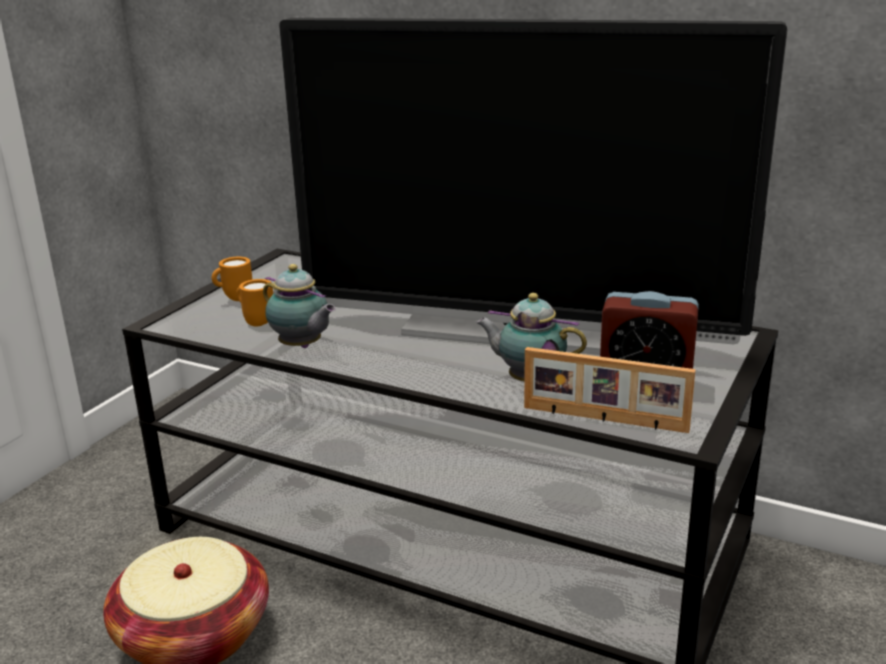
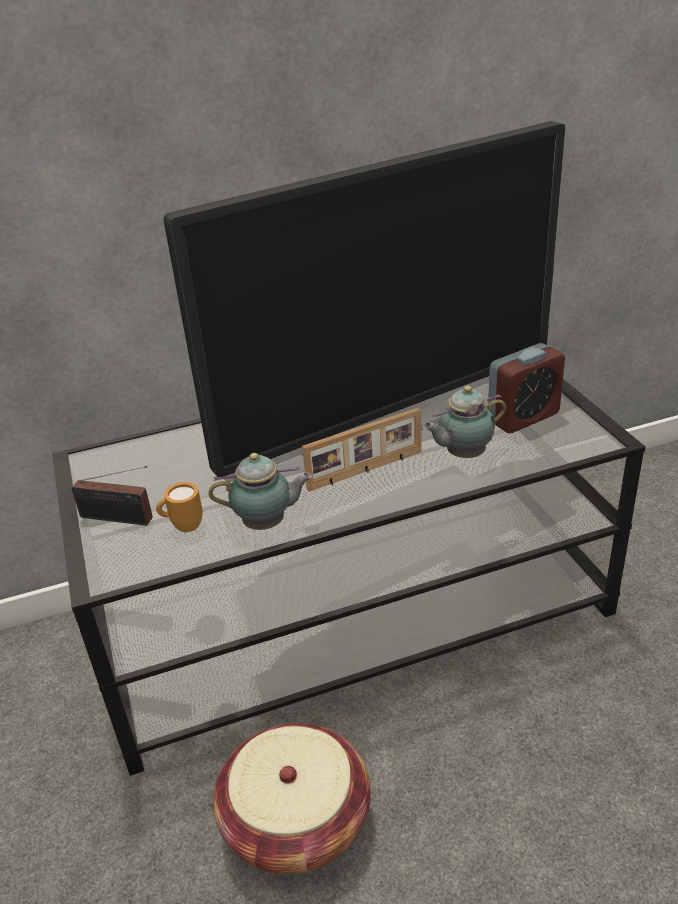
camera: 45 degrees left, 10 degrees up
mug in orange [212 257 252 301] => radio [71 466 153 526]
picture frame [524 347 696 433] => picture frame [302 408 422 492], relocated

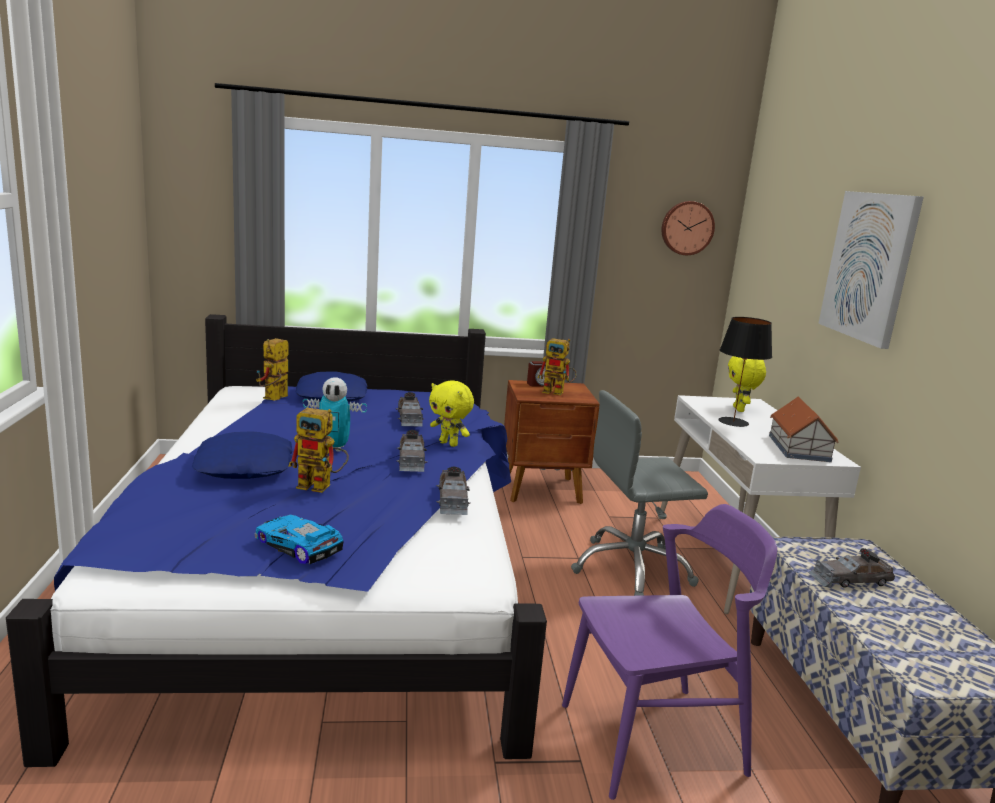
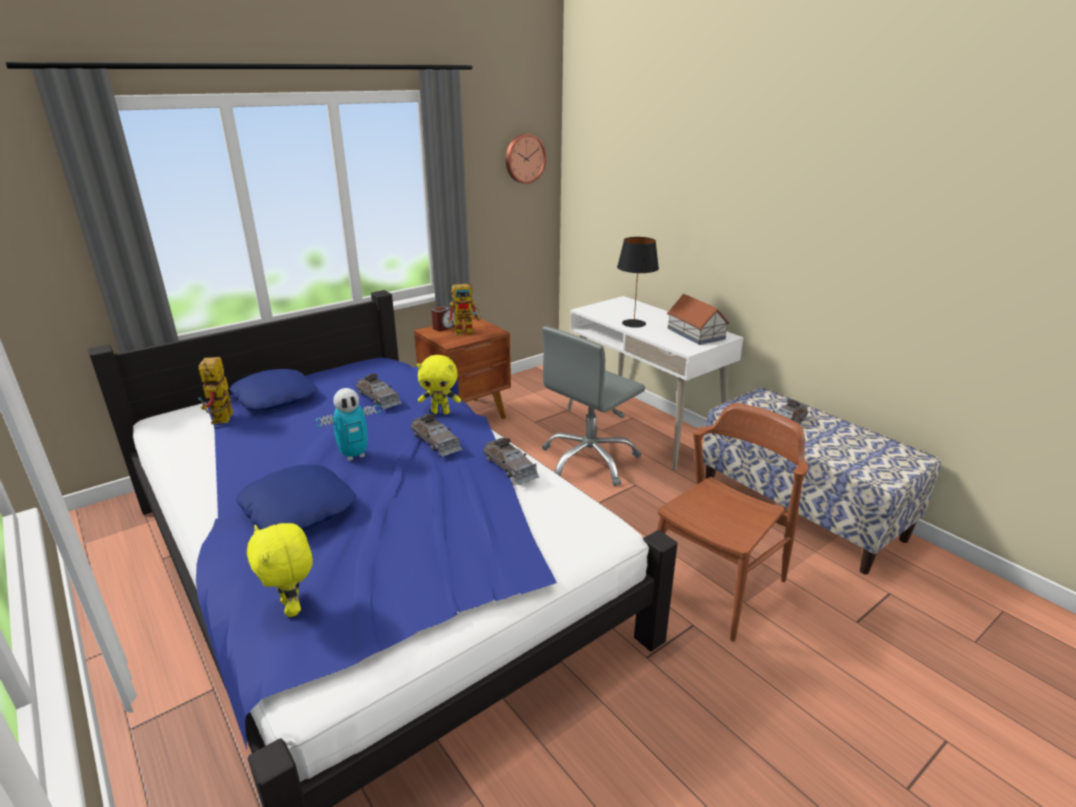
camera: 30 degrees left, 10 degrees up
plush toy in yellow [728 356 766 412] => plush toy in yellow [247 523 313 617], relocated
chair in purple [562 504 777 800] => chair in brown [657 403 808 642]
toy car [254 515 344 564] => nothing
toy robot [289 408 349 493] => nothing
picture [818 191 924 349] => nothing

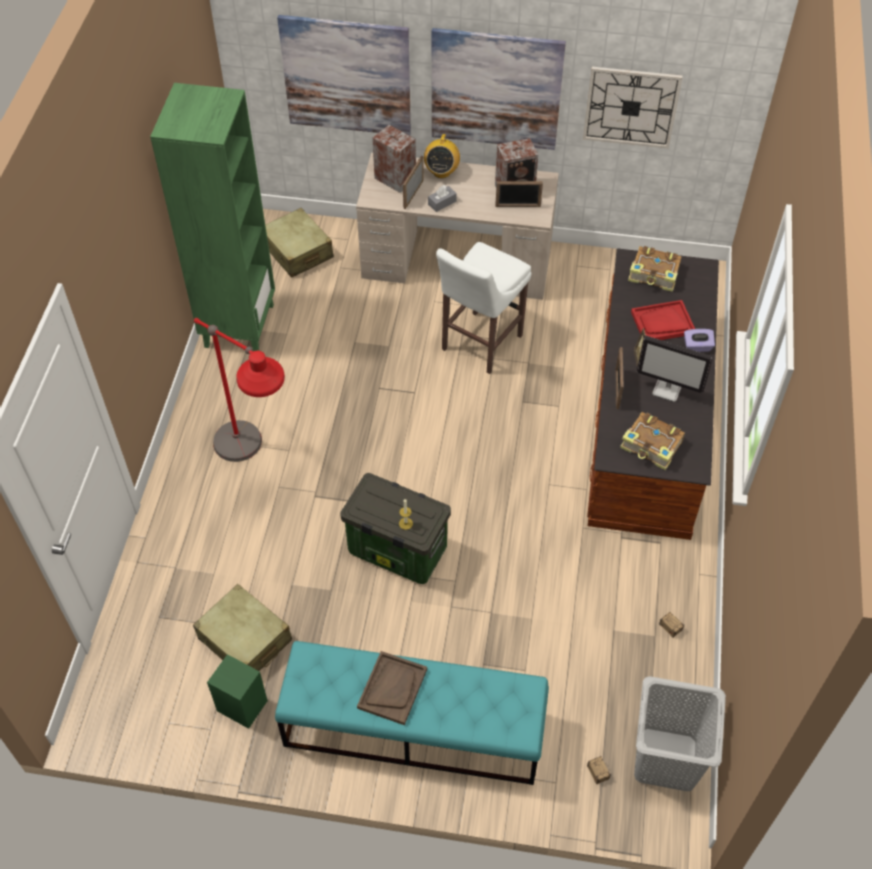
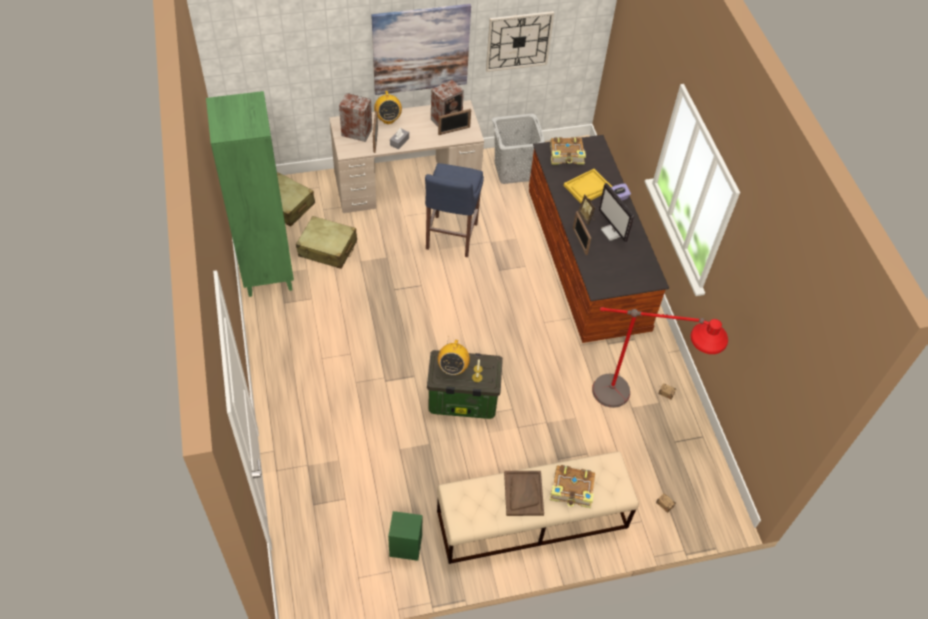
camera: 25 degrees left, 0 degrees up
suitcase in beige [193 584 292 671] => suitcase in beige [296 216 357 269], relocated
stool in white [436 242 532 374] => stool in blue [425 163 484 257]
bench in turquoise [275 641 549 785] => bench in beige [437 451 639 564]
nothing => radio [438 337 470 375]
laundry basket in grey [634 676 726 791] => laundry basket in grey [492 114 545 184], relocated
book [620 412 685 470] => book [550 465 595 508], relocated
tray in red [631 300 695 340] => tray in yellow [564 169 612 203]
floor lamp in red [194 318 285 462] => floor lamp in red [592 307 728 408], relocated
monitor [637 336 713 402] => monitor [599 183 635 242], 60 degrees clockwise
picture [277 15 411 135] => nothing

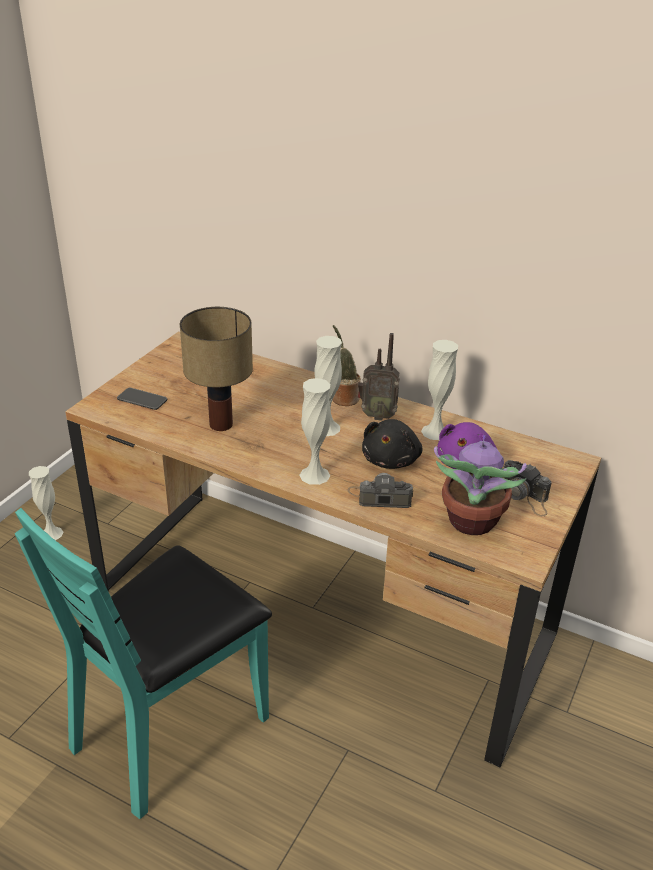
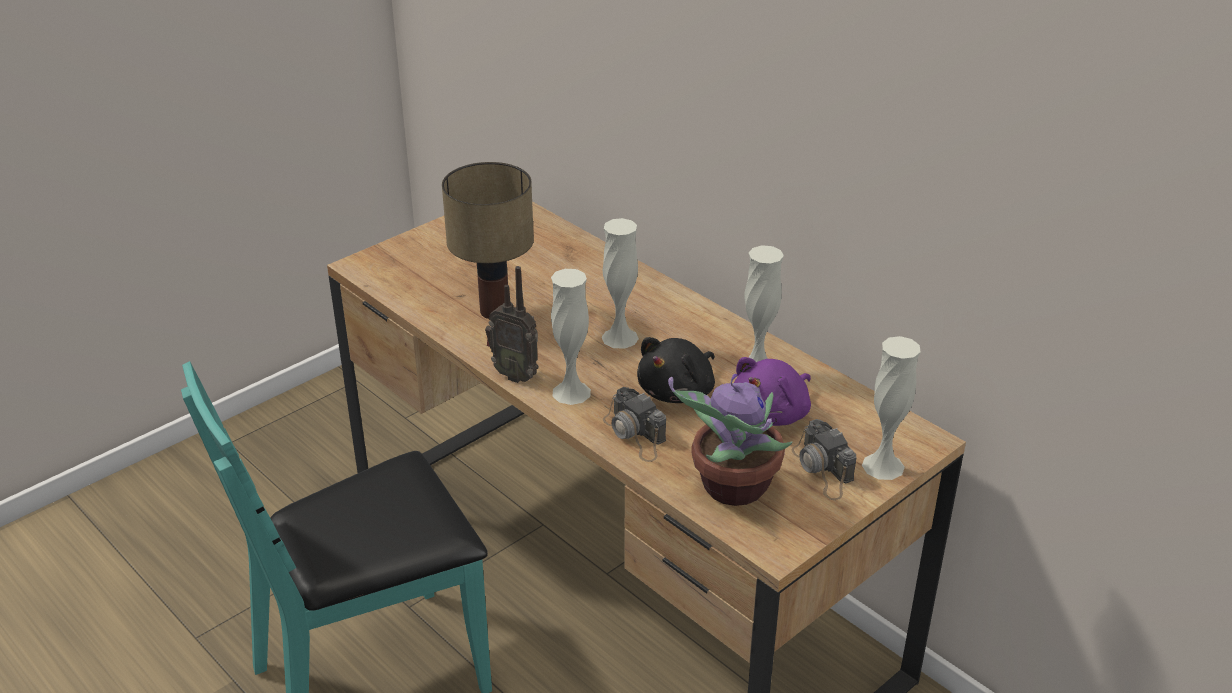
camera: 20 degrees right, 0 degrees up
radio [358 333 400 421] => radio [485 266 539 383], relocated
photo camera [347 473 413 508] => photo camera [603 387 666 462], 150 degrees counterclockwise
vase in white [29 466 63 540] => vase in white [862 336 921 480], relocated
phone [117 388 167 410] => nothing
potted plant [333 325 361 406] => nothing

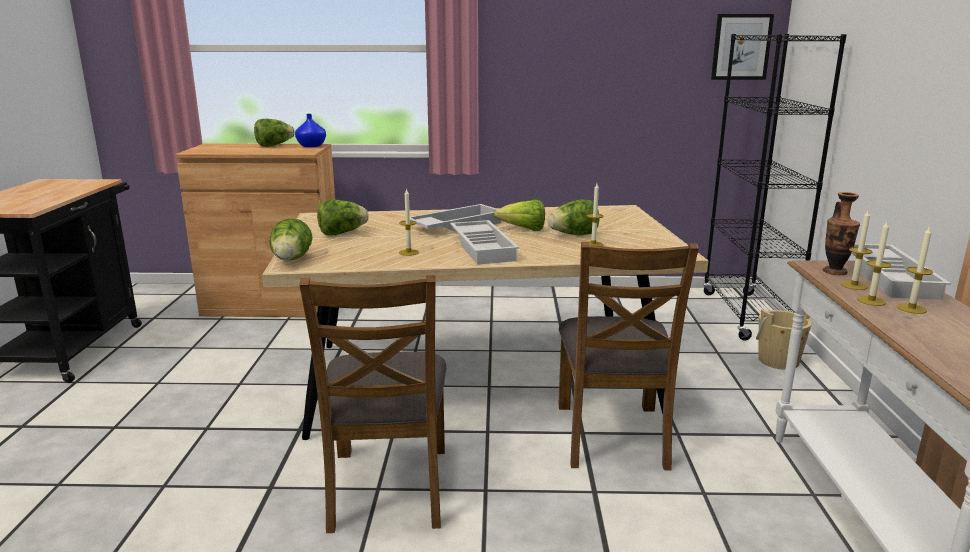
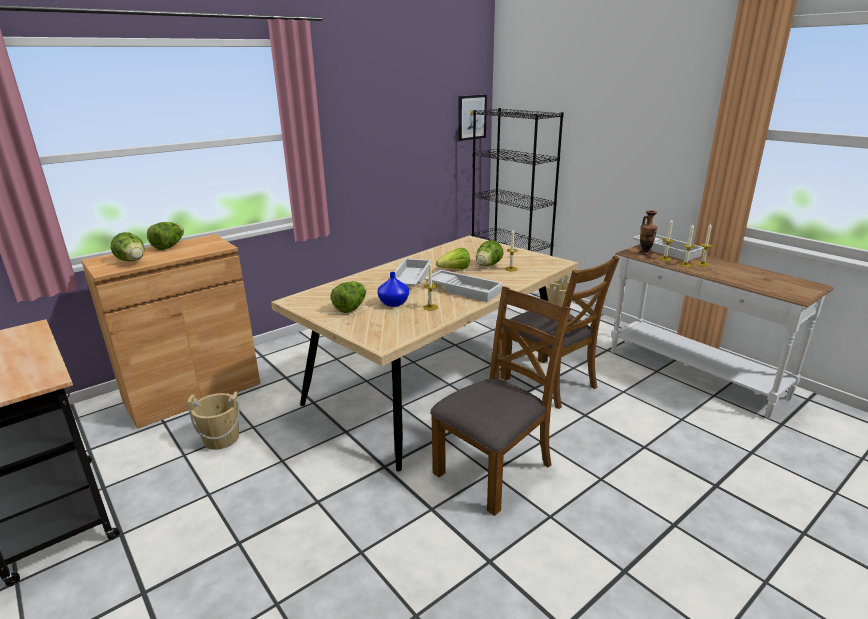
camera: 40 degrees left, 5 degrees up
lettuce [270 218 313 261] => lettuce [111 232 145 261], relocated
nothing => bucket in beige [188 391 240 450]
vase in blue [295 114 326 147] => vase in blue [377 272 409 307], relocated
chair in brown [299 275 447 533] => chair in brown [430 286 571 516], 90 degrees counterclockwise

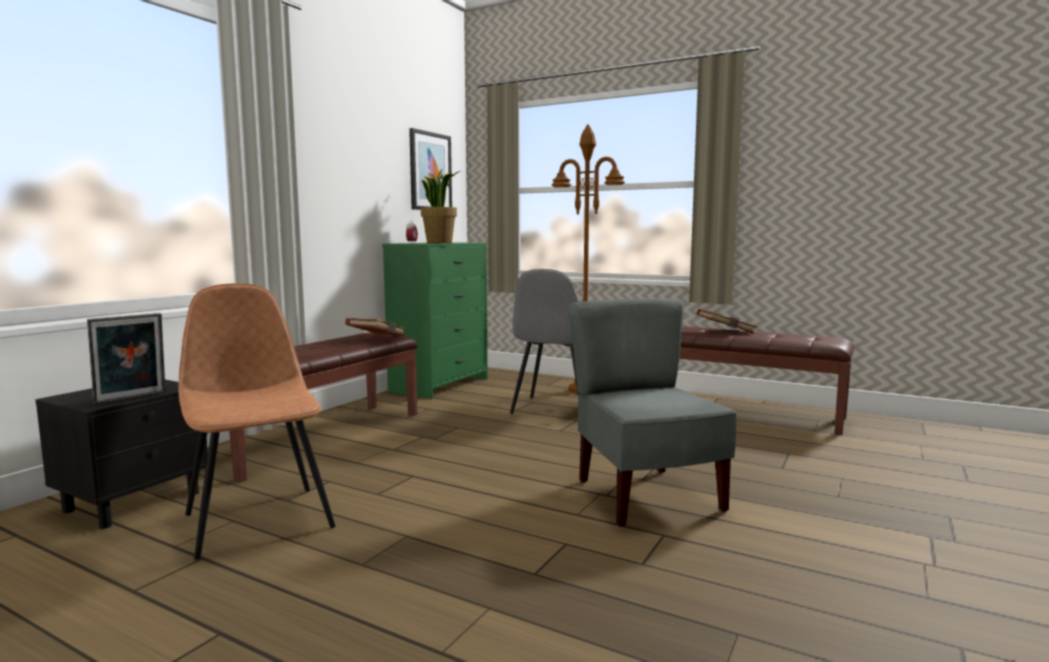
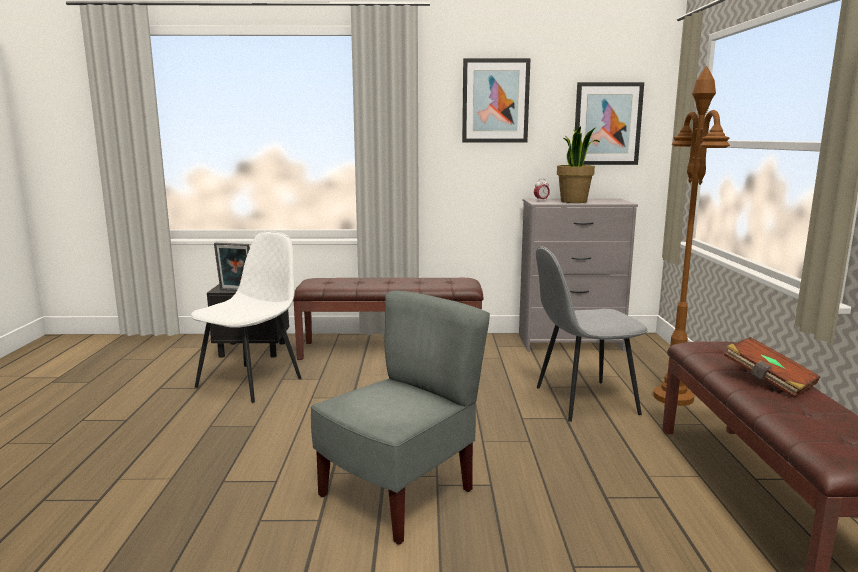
camera: 60 degrees right, 5 degrees up
chair in brown [178 283 335 560] => chair in white [191 231 301 403]
nothing => picture [462 58 531 142]
dresser in green [382 242 488 399] => dresser in grey [519 199 638 352]
book in brown [345 318 405 336] => nothing

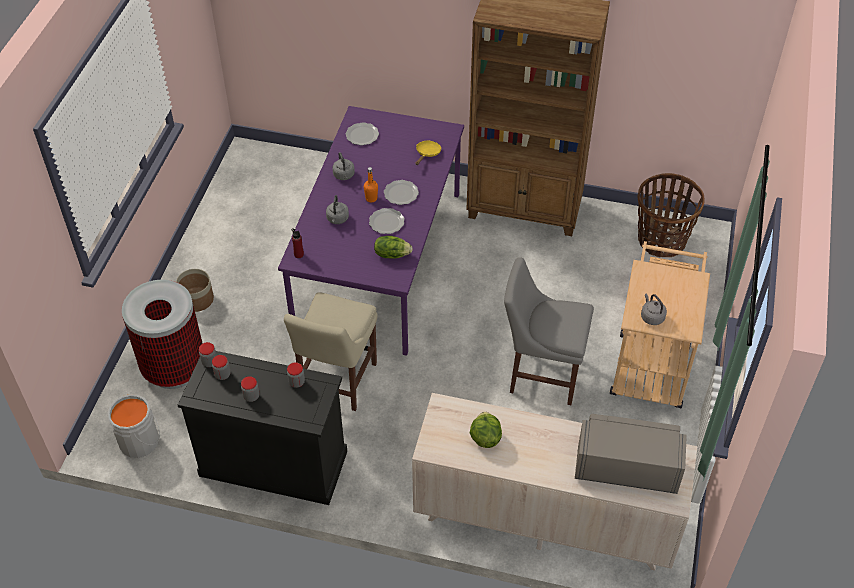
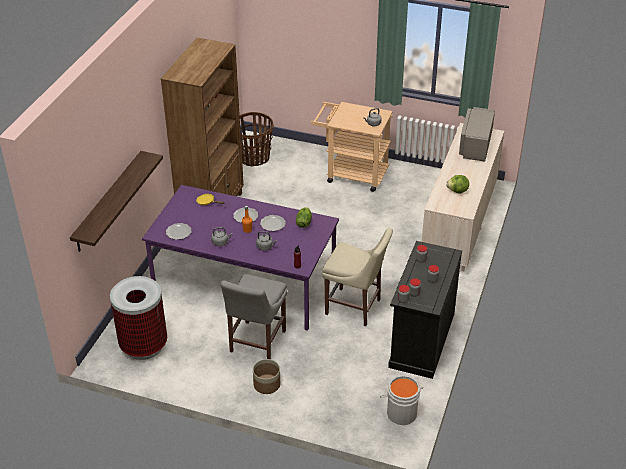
camera: 85 degrees left, 10 degrees down
nothing => shelf [70 151 163 252]
trash can [122 280 203 389] => trash can [110 276 167 360], relocated
chair in grey [504 257 594 405] => chair in grey [221 274 287 359], relocated

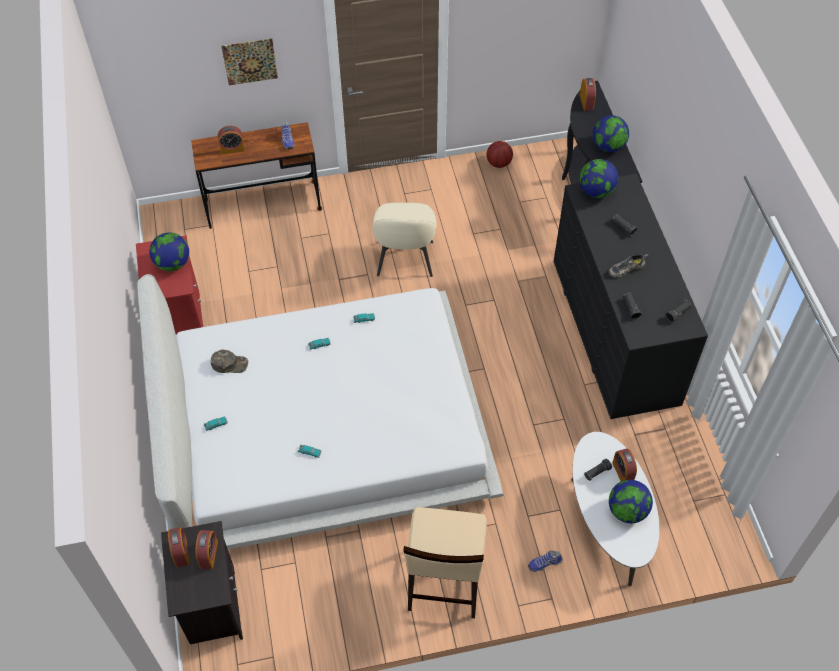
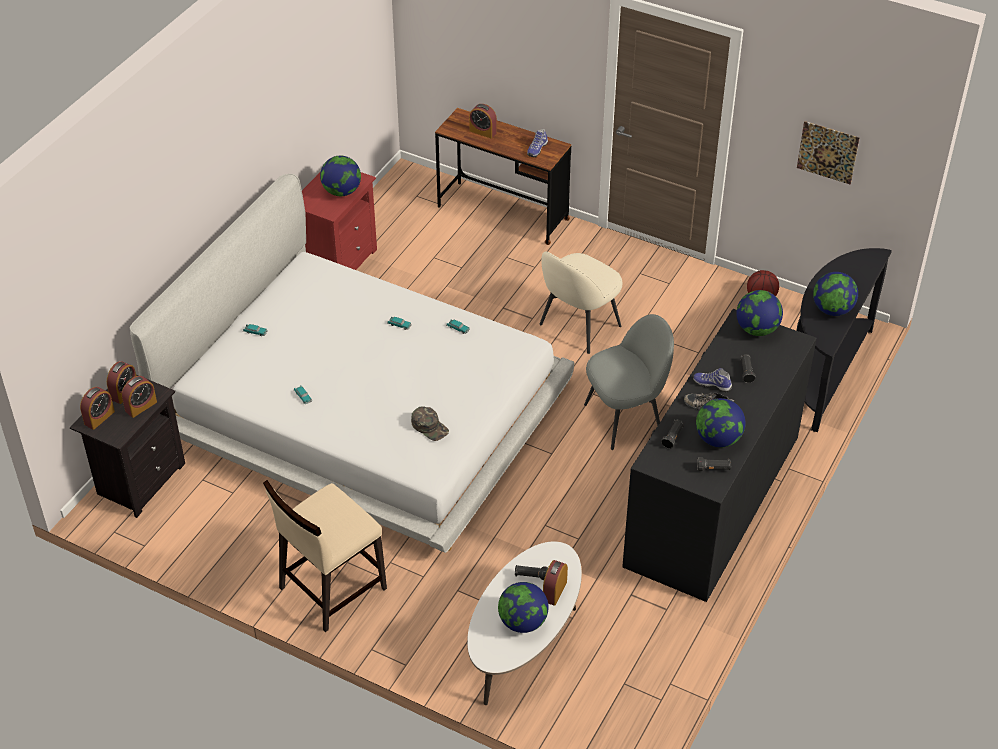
camera: 40 degrees right, 10 degrees down
alarm clock [580 78 596 111] => alarm clock [80 387 115 430], relocated
cap in green [211 350 248 373] => cap in green [411 406 449 441], relocated
nothing => chair in grey [584 314 674 450]
shoe [528 551 562 572] => shoe [693 368 732 392], relocated
nothing => globe [696 398 746 447]
picture [221 38 278 85] => picture [797 121 860 184], relocated

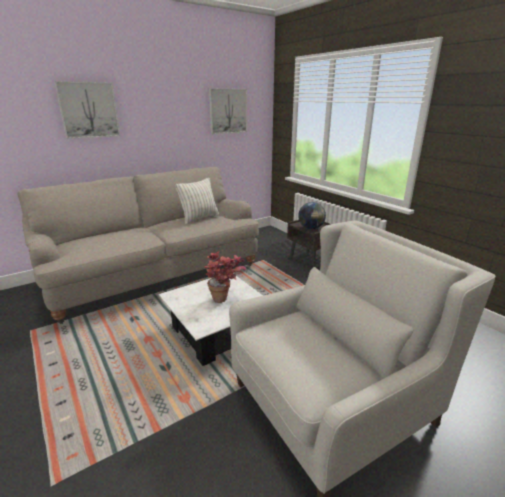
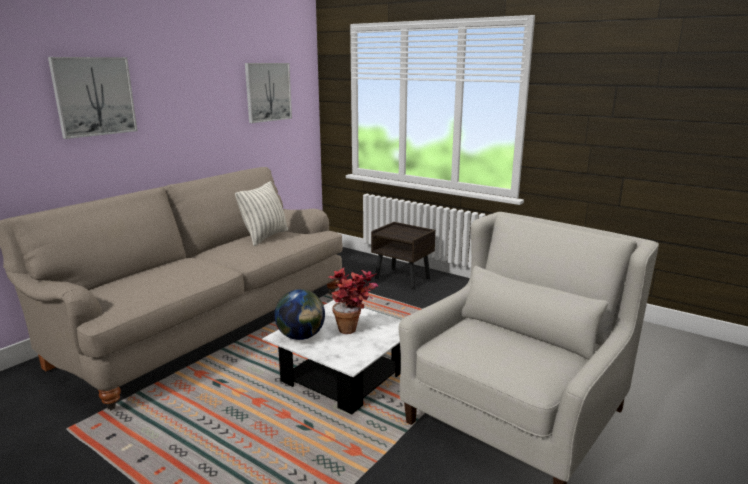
camera: 20 degrees left, 5 degrees down
globe [298 202 326 229] => globe [274 289 325 340], relocated

